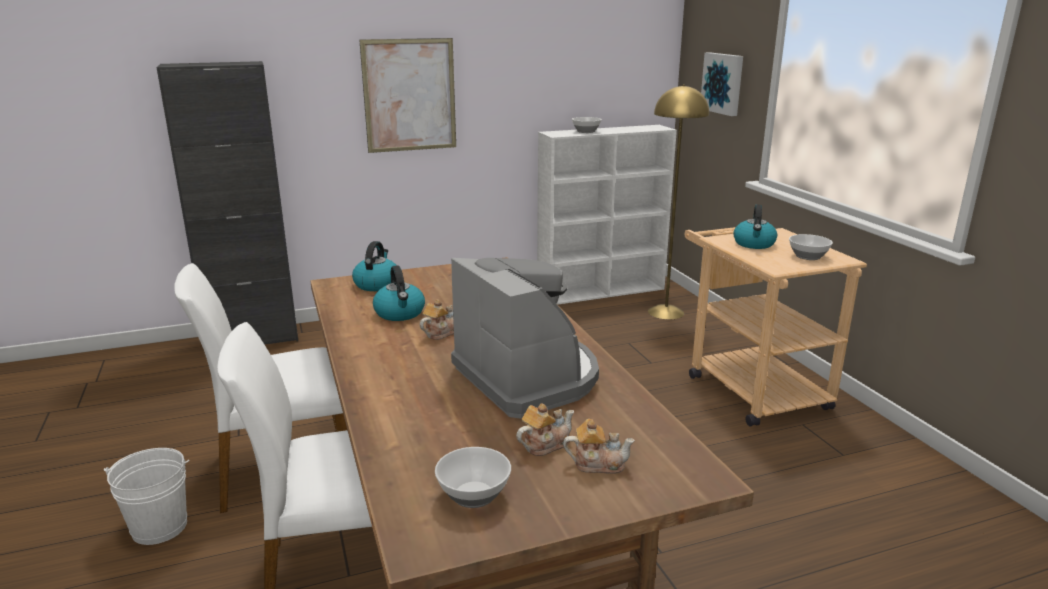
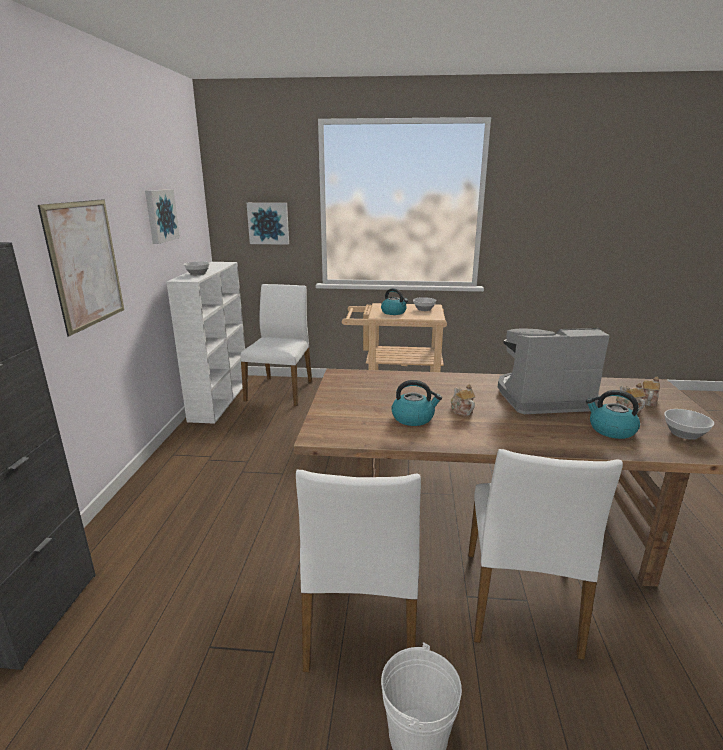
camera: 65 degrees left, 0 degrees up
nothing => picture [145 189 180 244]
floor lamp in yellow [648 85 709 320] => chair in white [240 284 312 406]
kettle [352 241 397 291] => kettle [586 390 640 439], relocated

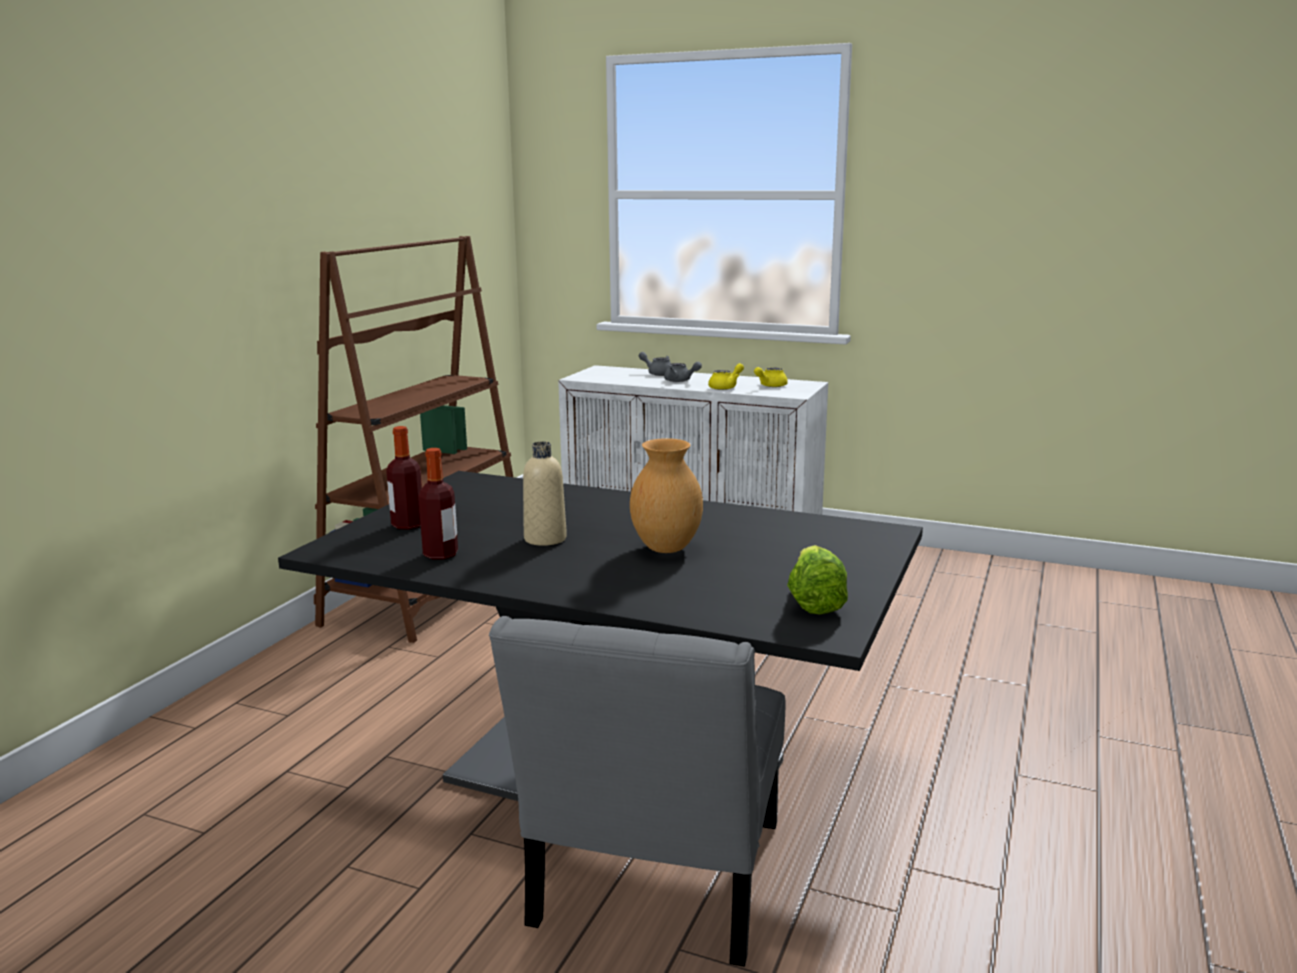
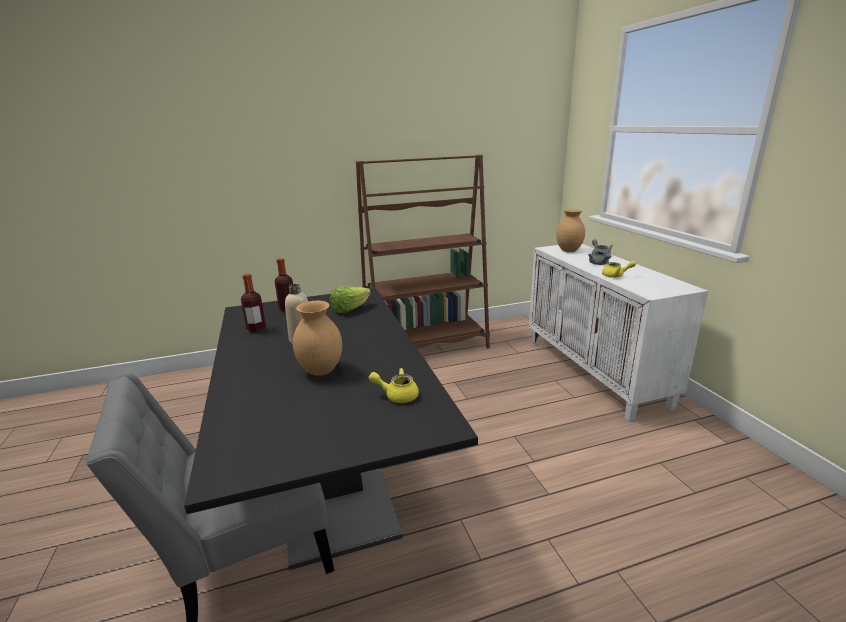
camera: 50 degrees right, 5 degrees up
lettuce [787 545 848 614] => lettuce [330 287 371 313], relocated
teapot in yellow [754 367 788 387] => teapot in yellow [369 368 419 403], relocated
nothing => vase in brown [556 209 585 252]

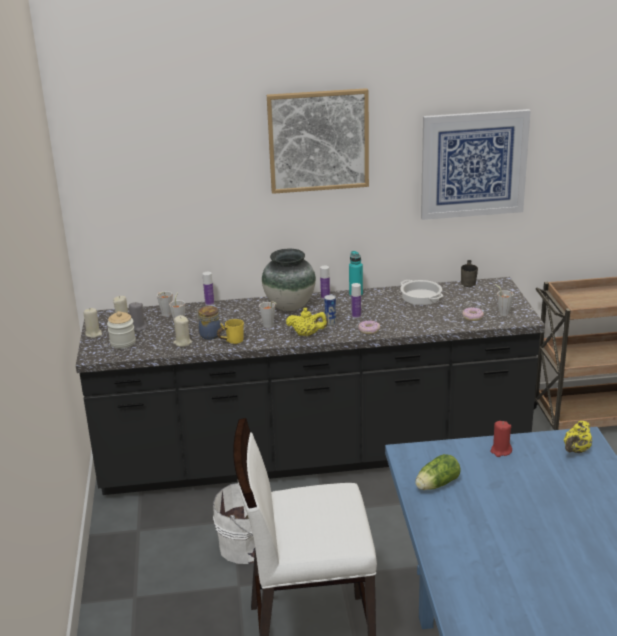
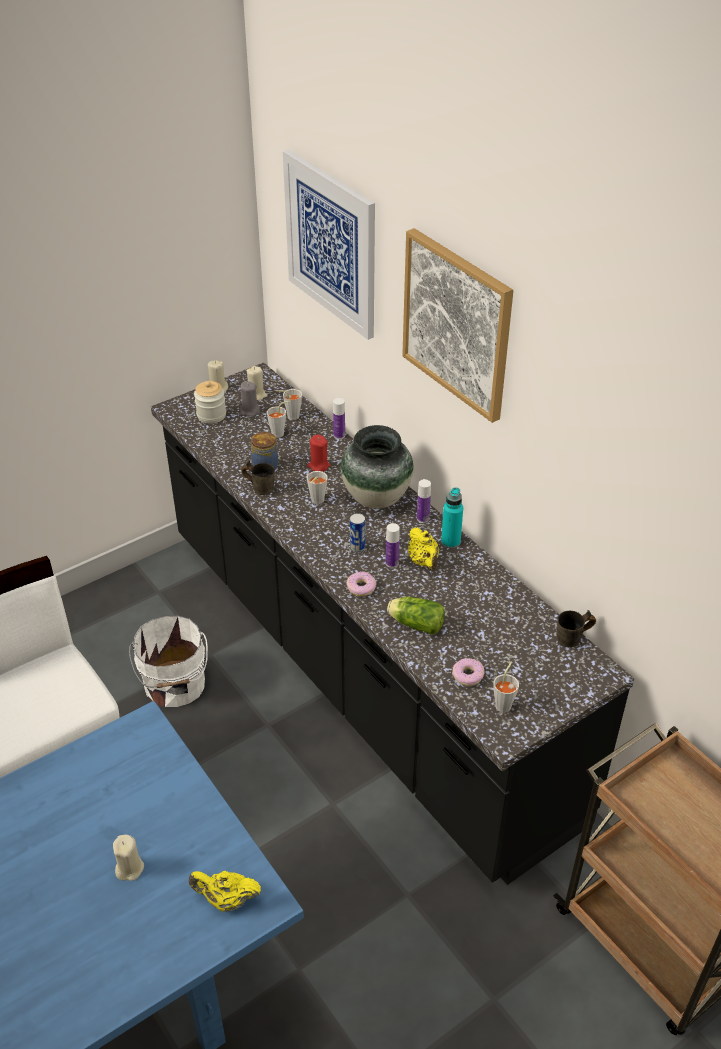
camera: 60 degrees right, 15 degrees up
candle in beige [173 315 192 347] => candle in beige [113 835 144 881], relocated
mug in yellow [217 319 244 344] => mug in grey [242 461 275 495]
picture [421 109 531 220] => picture [283 150 375 340], relocated
candle in red [491 421 512 457] => candle in red [307 435 330 472], relocated
lettuce [415 454 461 490] => lettuce [387 597 445 634], relocated
teapot in yellow [286 308 328 336] => teapot in yellow [408 527 439 570], relocated
cooking pot [400 280 444 305] => nothing

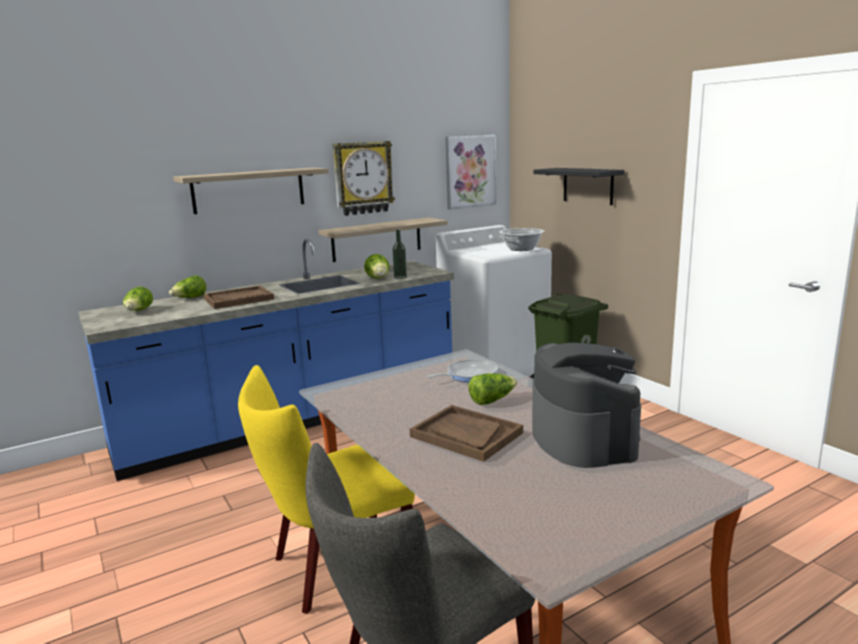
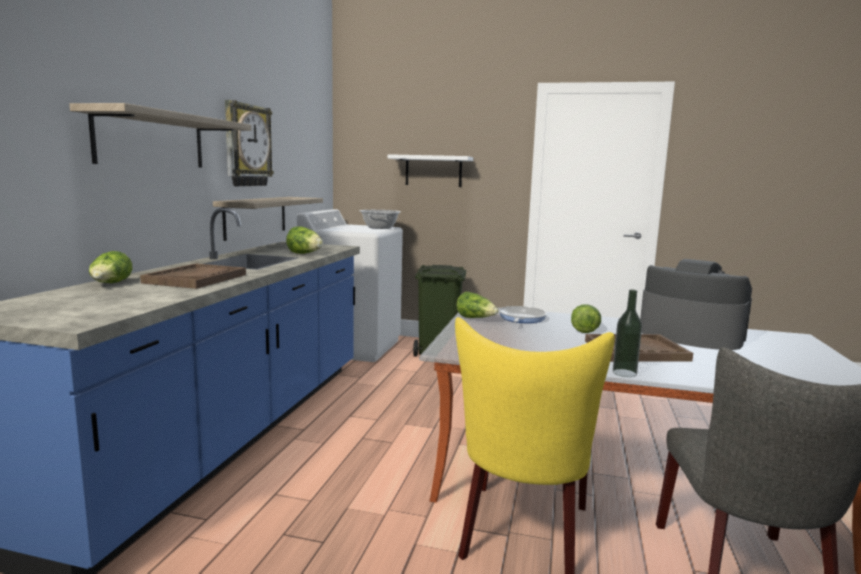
camera: 45 degrees left, 5 degrees down
shelf in black [533 168 624 205] => shelf in white [387 154 473 187]
lettuce [123 287 153 311] => lettuce [456 292 498 318], relocated
bottle [392 229 407 279] => bottle [613 290 642 377], relocated
picture [445 135 496 210] => nothing

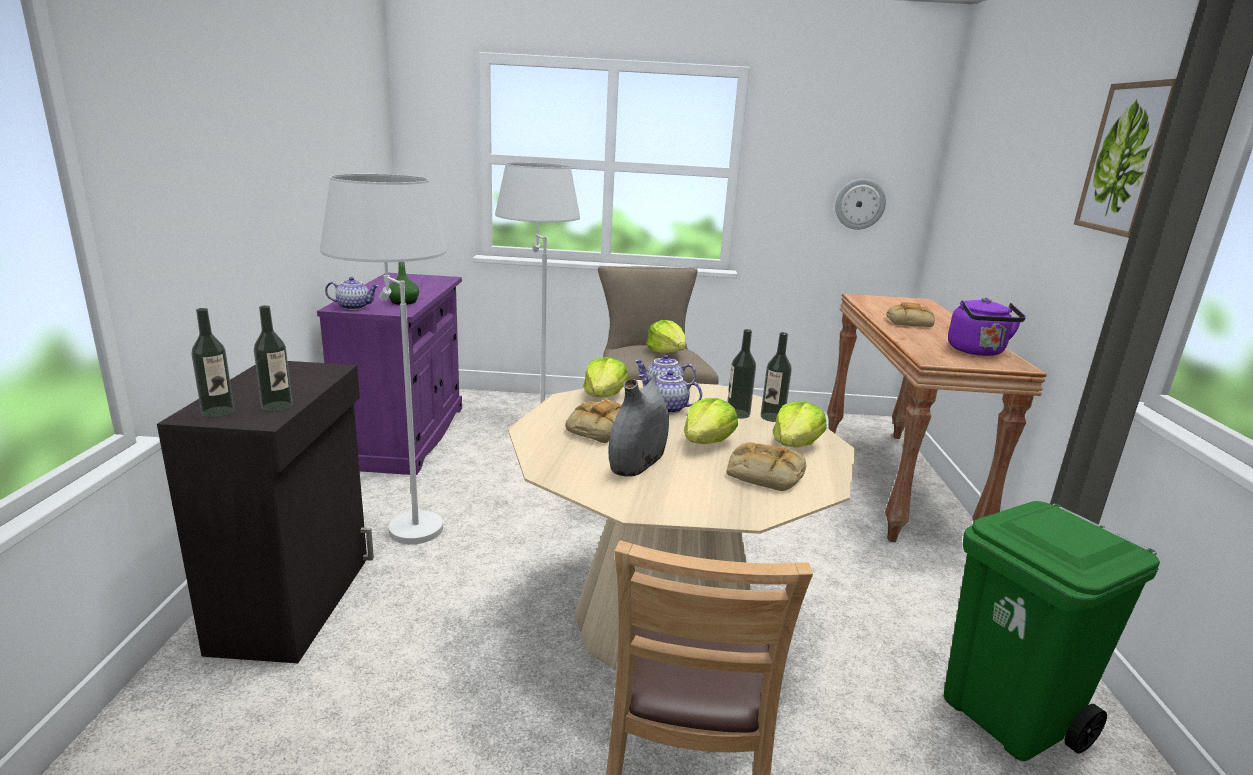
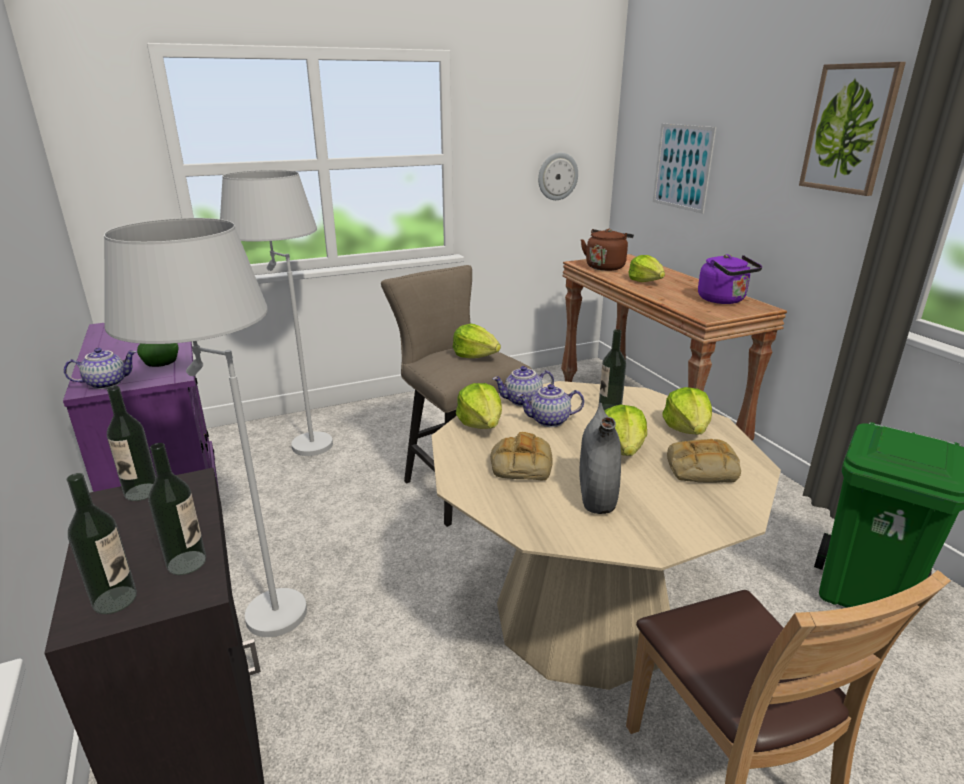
camera: 25 degrees left, 5 degrees up
bottle [761 332 792 422] => bottle [107 386 156 501], relocated
nothing => kettle in brown [581 229 634 271]
bread [886 302 935 327] => lettuce [629 255 665 282]
nothing => picture [653 123 716 214]

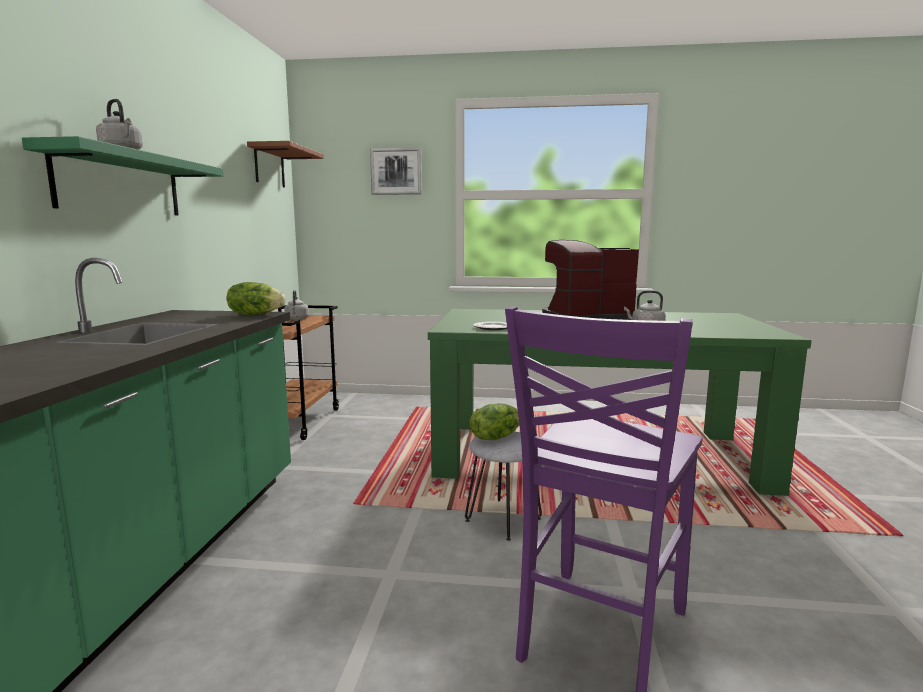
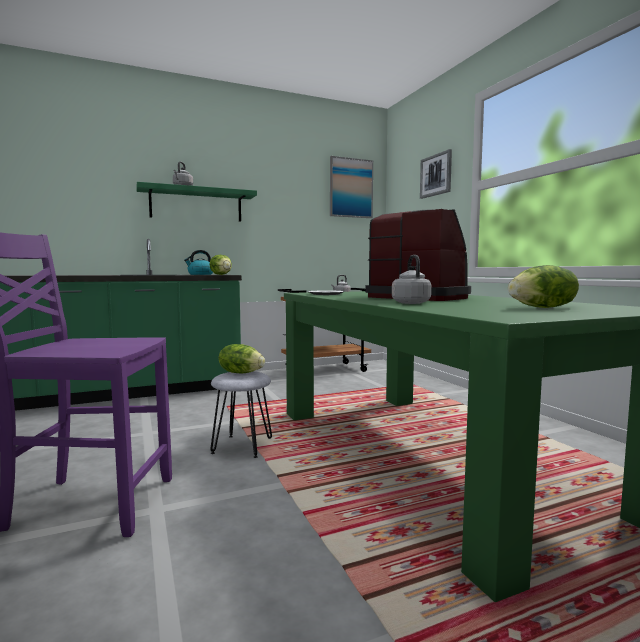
camera: 60 degrees right, 5 degrees down
nothing => kettle [184 250 213 275]
shelf in brown [247 141 324 187] => picture [330 156 373 218]
nothing => lettuce [508 265 579 308]

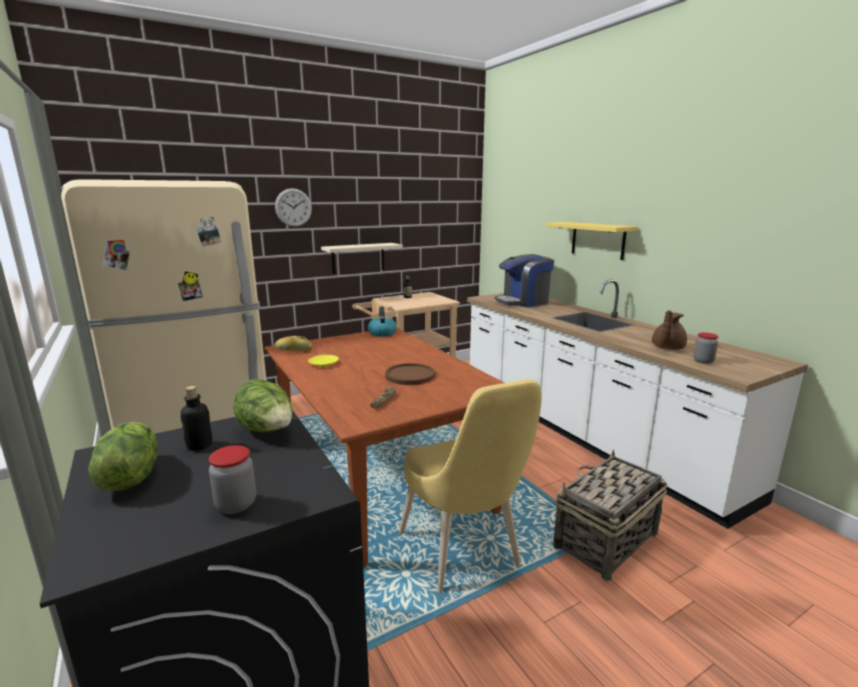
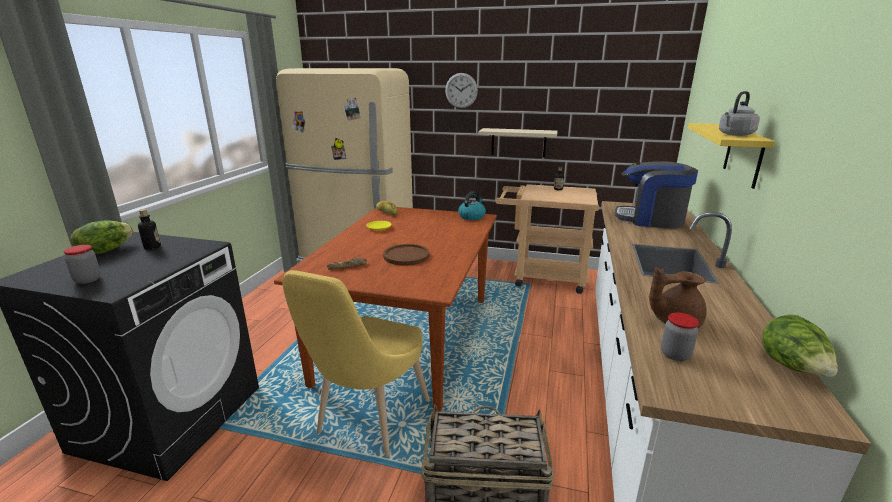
camera: 45 degrees right, 5 degrees up
nothing => kettle in grey [719 91 760 136]
lettuce [234 379 293 433] => lettuce [762 314 838 377], relocated

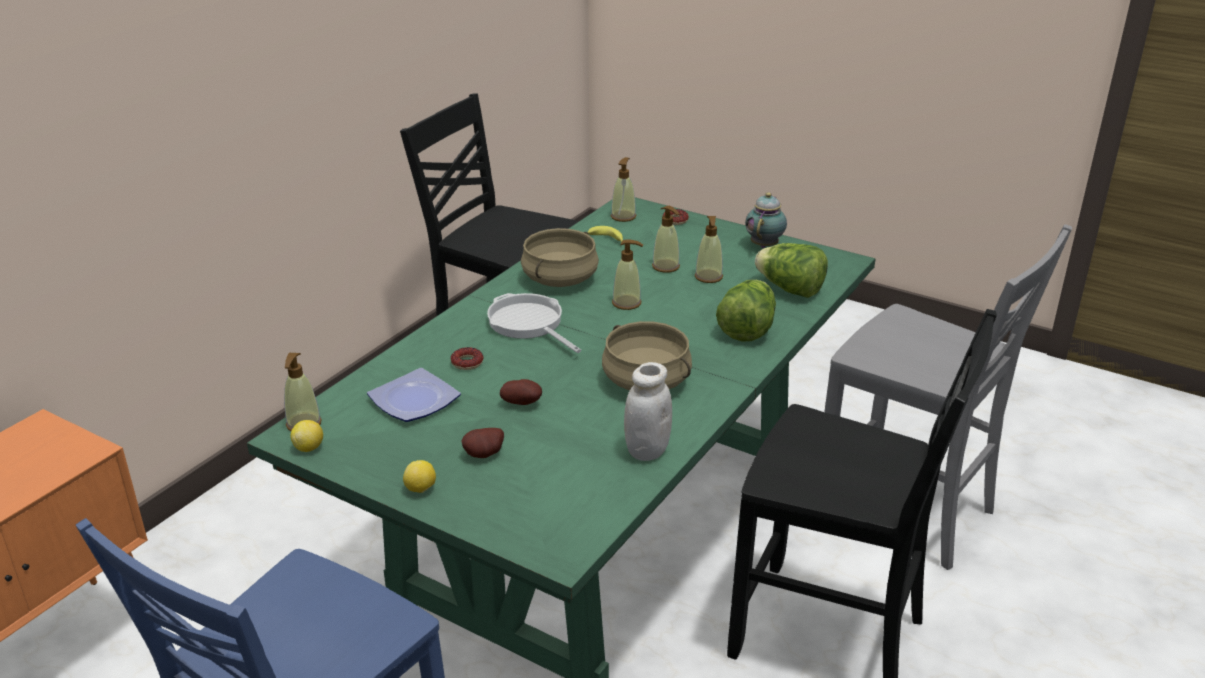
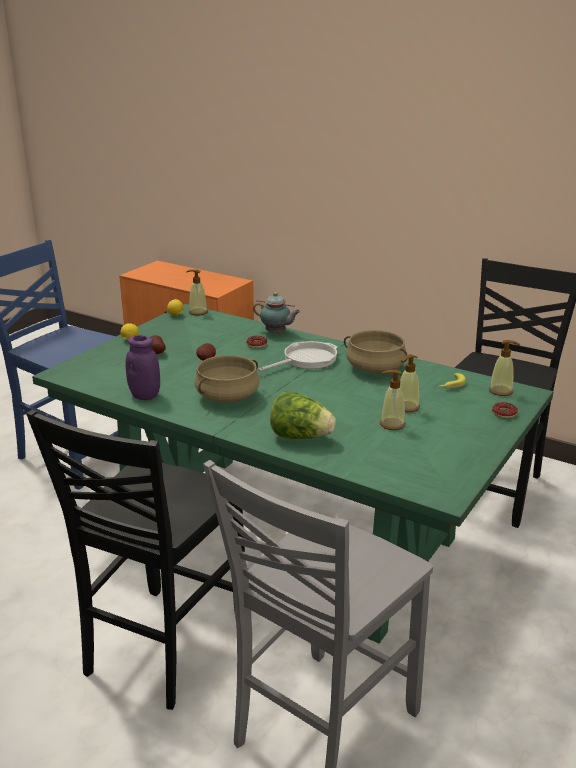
camera: 90 degrees right, 5 degrees down
jar in white [624 362 672 461] => jar in purple [125 335 160 400]
teapot [745 192 787 248] => teapot [253 292 300 333], relocated
plate [367 368 461 422] => nothing
soap dispenser [612 239 643 310] => nothing
lettuce [755 243 828 298] => nothing

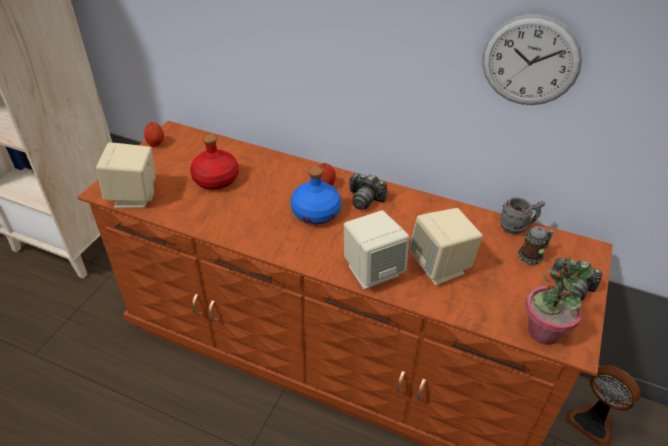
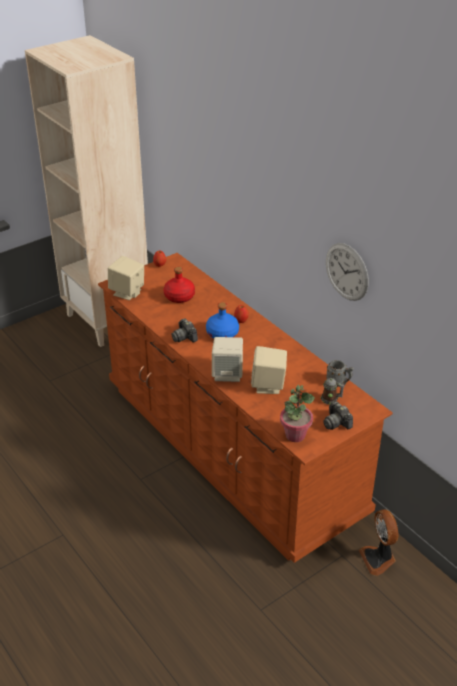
camera: 30 degrees right, 5 degrees down
photo camera [349 173 387 210] => photo camera [171 318 198 343], relocated

